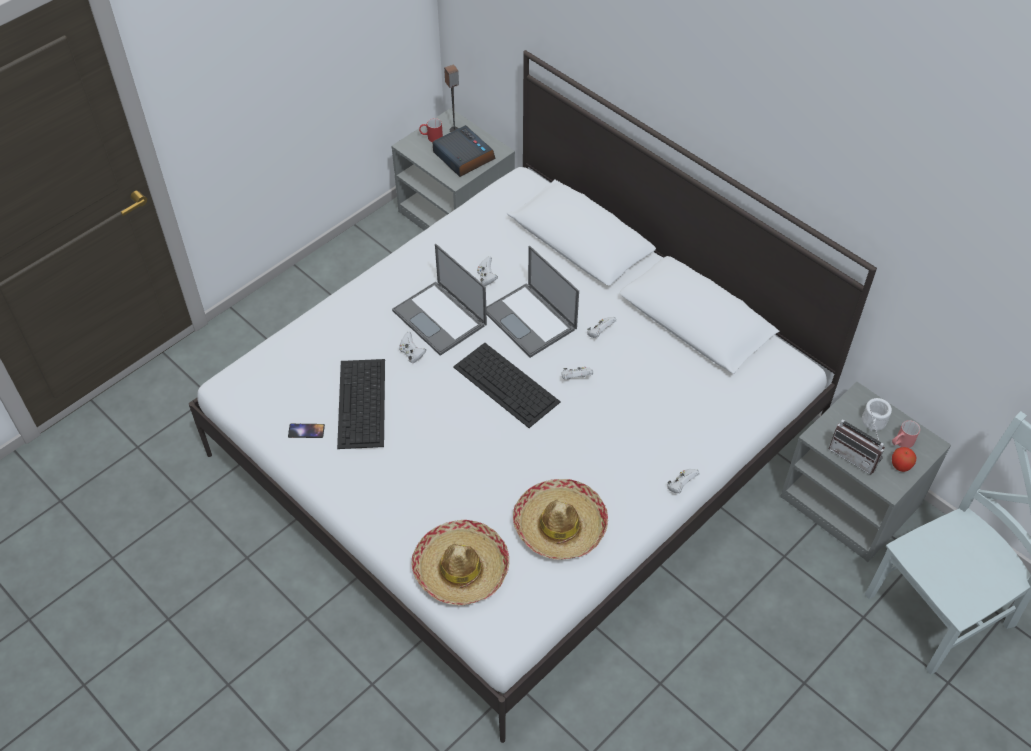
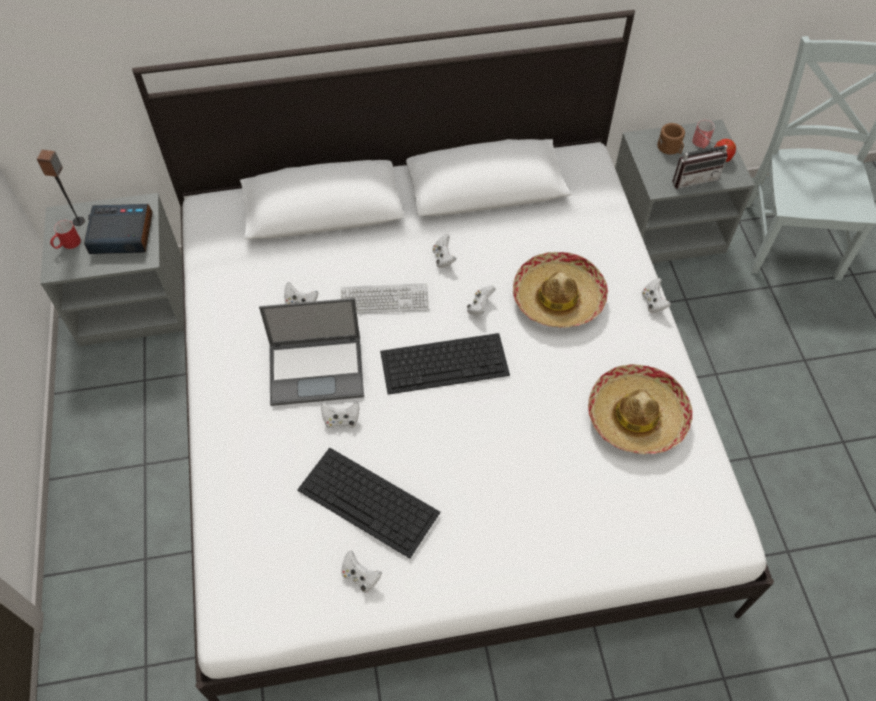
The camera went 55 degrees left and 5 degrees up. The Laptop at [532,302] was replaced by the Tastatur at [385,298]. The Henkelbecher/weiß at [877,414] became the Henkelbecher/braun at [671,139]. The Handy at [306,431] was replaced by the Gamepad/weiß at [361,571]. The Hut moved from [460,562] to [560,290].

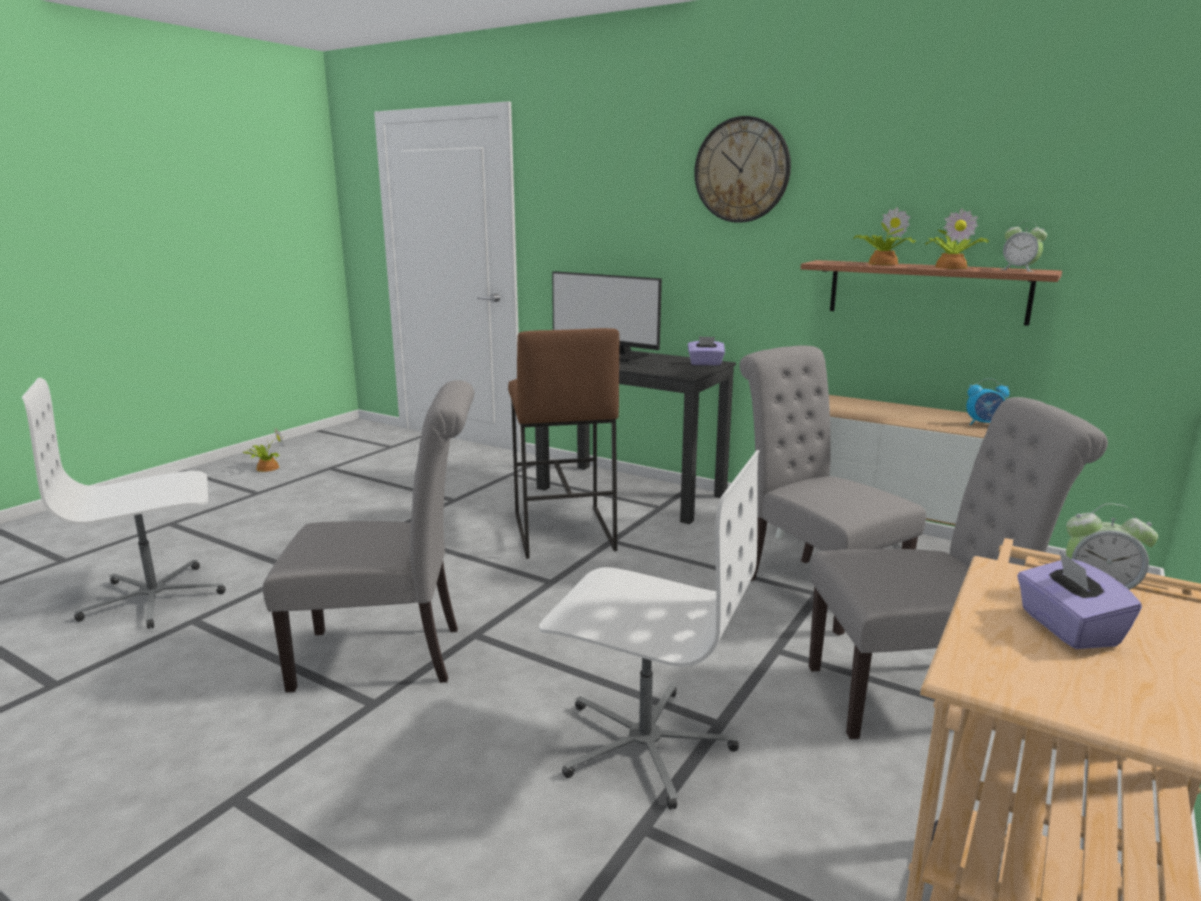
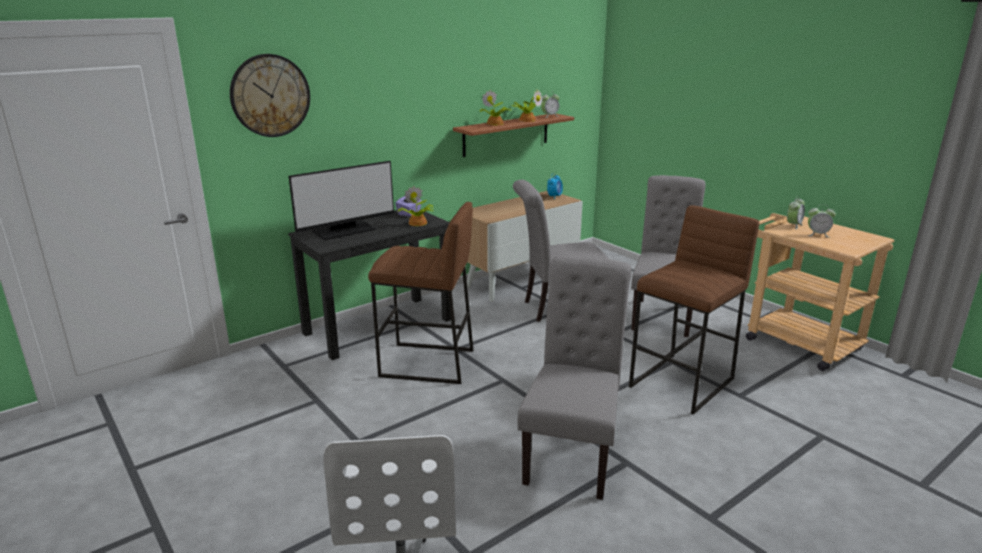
The camera went 70 degrees left and 5 degrees up. The Wanduhr moved from [742,169] to [270,95]. The Topfpflanze moved from [263,449] to [415,206]. The Bürostuhl/weiß at [649,630] was replaced by the Hocker/braun at [694,310]. The Taschentuchbox/lila at [1079,599] was replaced by the Wecker at [822,221].

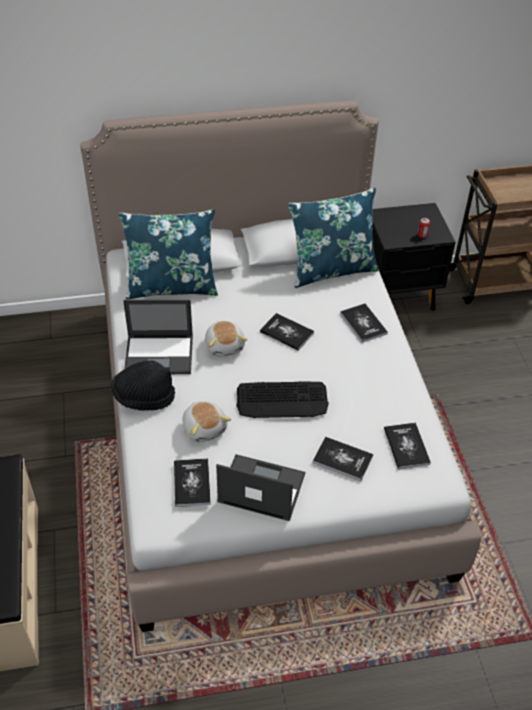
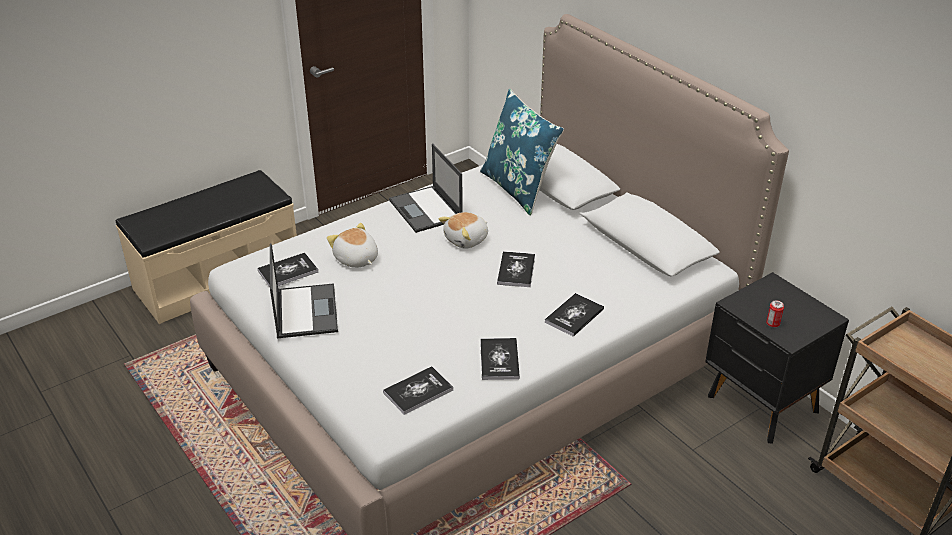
The camera went 65 degrees right and 10 degrees down. The Kissen/blau at [333,238] disappeared. The Hut/schwarz at [143,385] disappeared. The Tastatur at [282,399] disappeared. The Plüschtier at [207,421] turned 105 degrees clockwise. The Buch moved from [343,459] to [500,359].

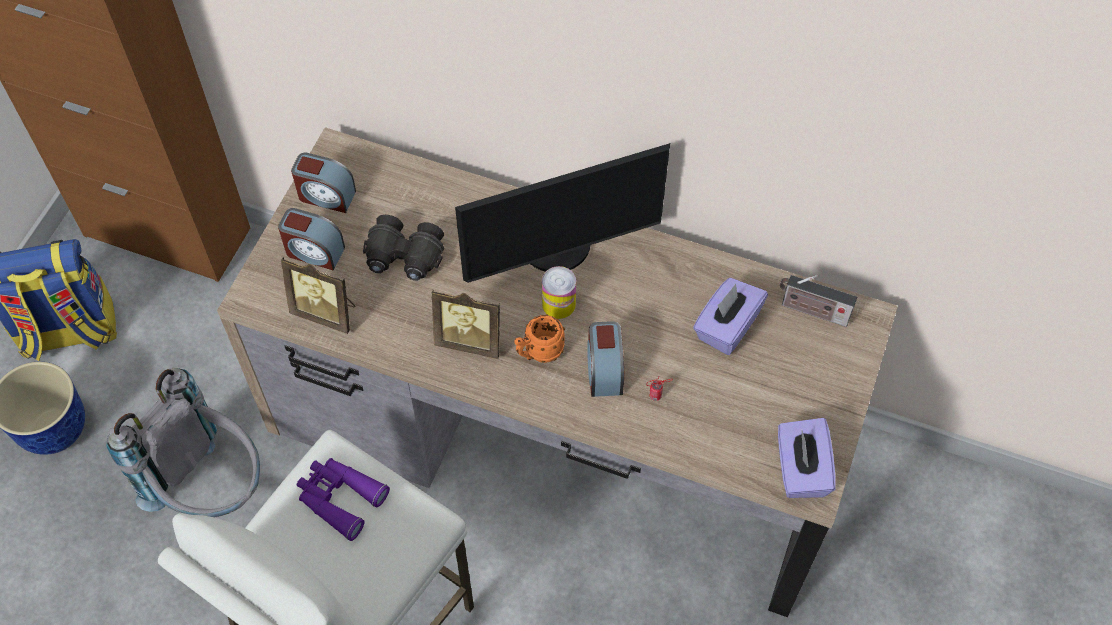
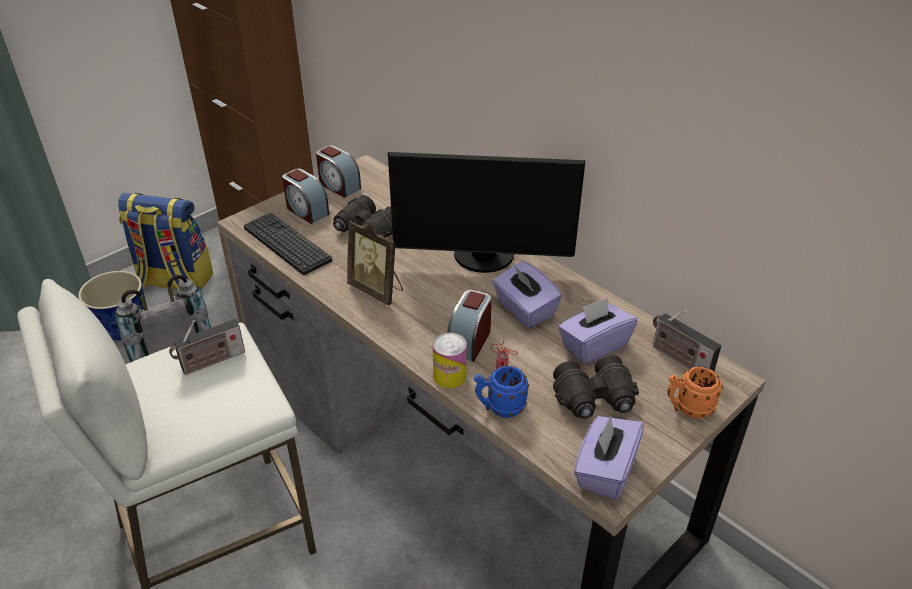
The camera went 25 degrees right and 20 degrees down. The Bilderrahmen at [318,295] was replaced by the Tastatur at [288,243]. The Dose moved from [559,292] to [450,360]. The Henkelbecher/orange moved from [539,339] to [695,393]. The Fernglas/lila at [343,499] was replaced by the Radio at [207,347]. The Taschentuchbox/lila at [527,294] appeared. The Fernglas/schwarz at [596,387] appeared. The Henkelbecher/blau at [501,392] appeared.

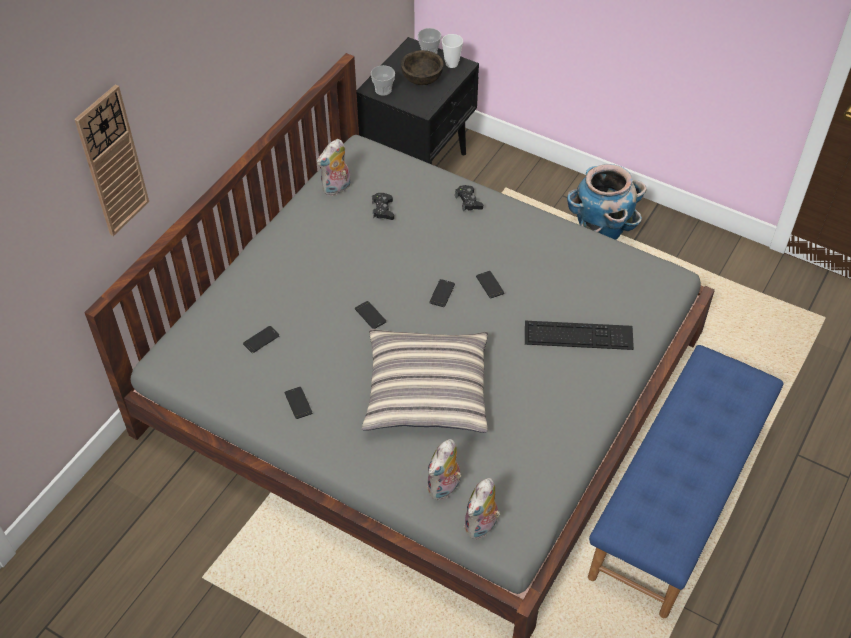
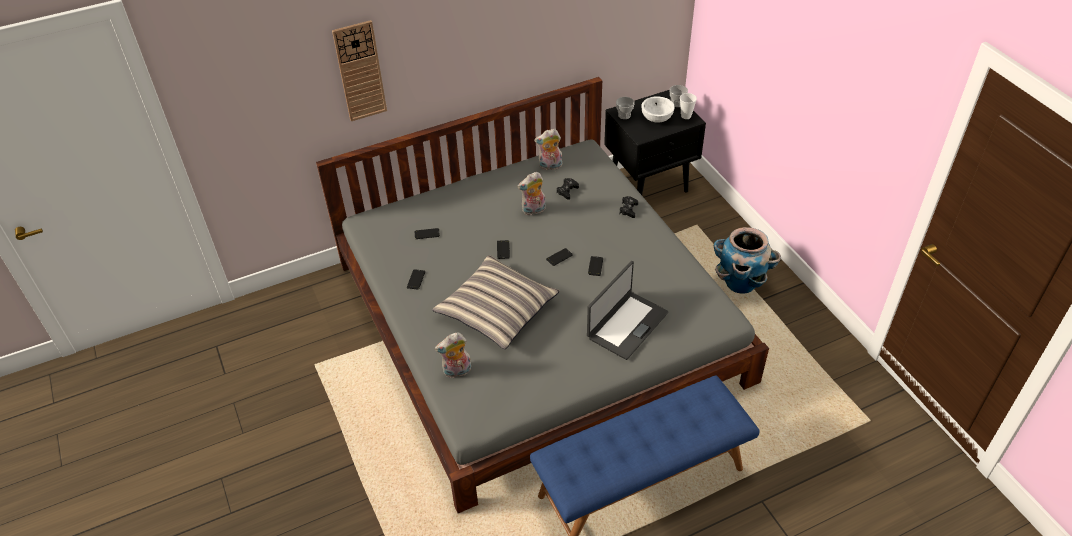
The camera went 35 degrees right and 5 degrees down. The Schüssel/braun at [422,67] became the Schüssel/weiß at [658,109]. The Tastatur at [579,335] was replaced by the Laptop at [627,310]. The Plüschtier moved from [482,508] to [531,193].

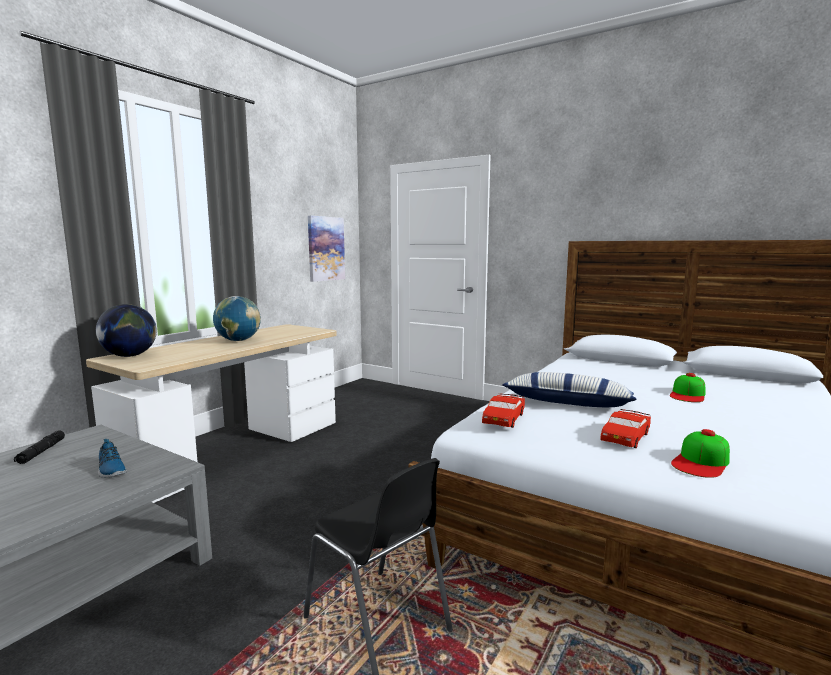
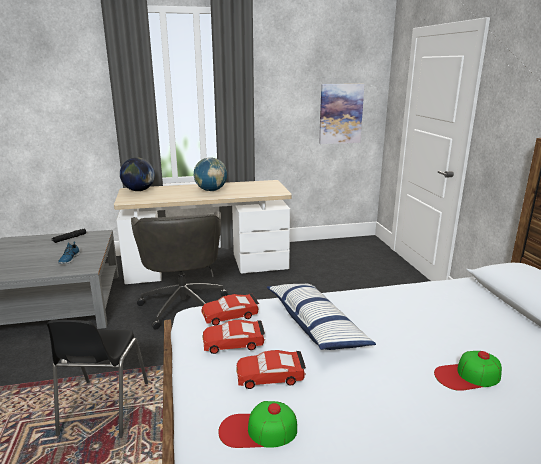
The camera went 45 degrees right and 10 degrees up. The Bürostuhl/grau at [179,270] appeared. The Spielzeugauto/rot at [234,337] appeared.

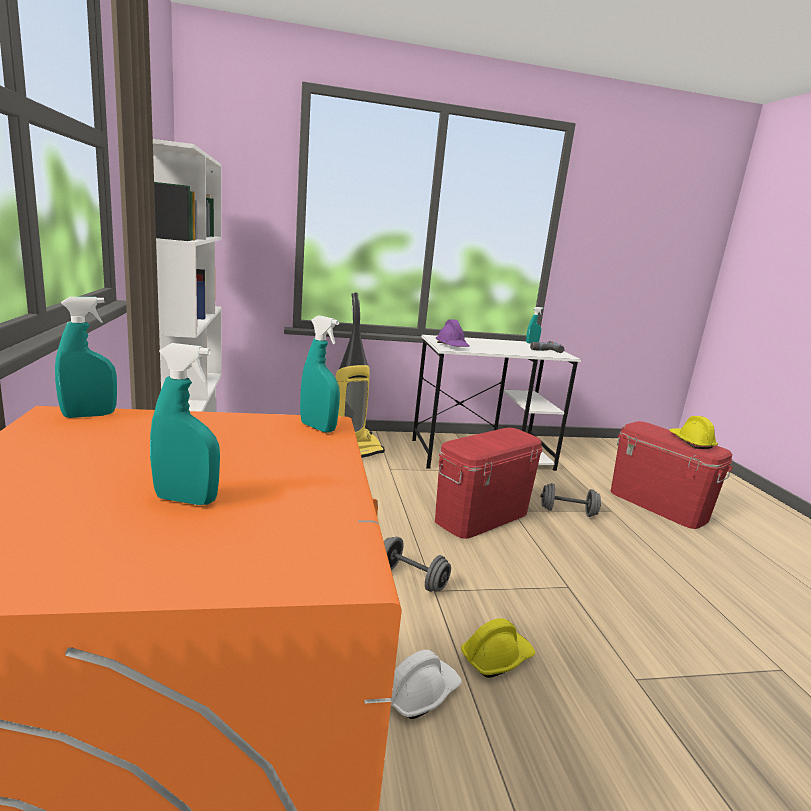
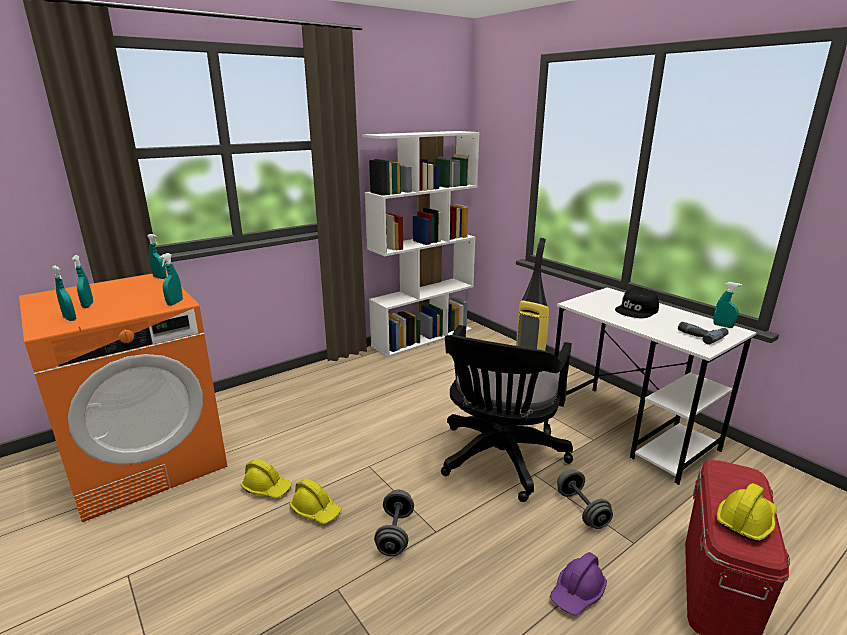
The camera went 65 degrees right and 5 degrees up. The Schutzhelm/lila moved from [452,333] to [578,583]. The Aufbewahrungsbox/rot at [489,483] was replaced by the Bürostuhl/schwarz at [507,413]. The Hantel/grau moved from [417,564] to [394,523]. The Schutzhelm/weiß at [426,684] became the Schutzhelm/gelb at [266,478]. The Sprühflasche/türkis at [64,293] appeared. The Kappe/schwarz at [637,303] appeared.

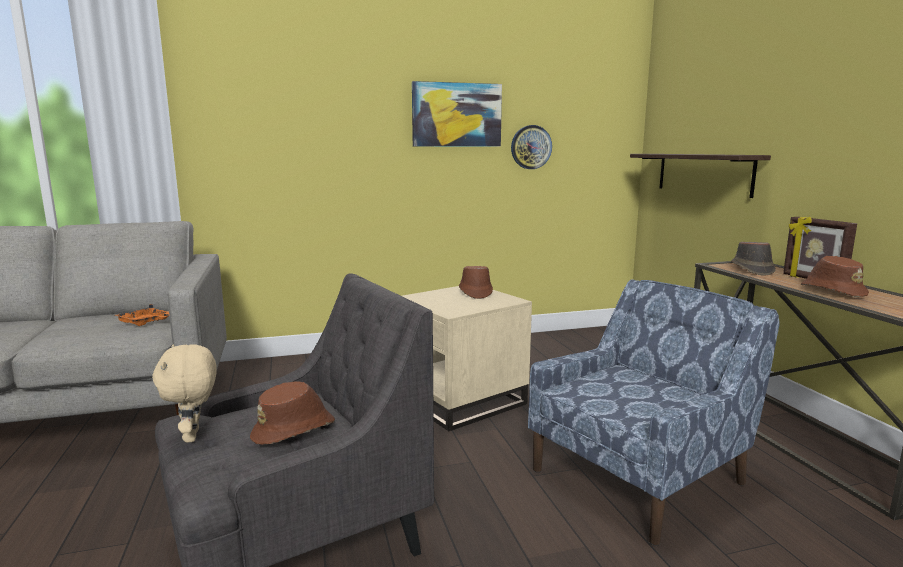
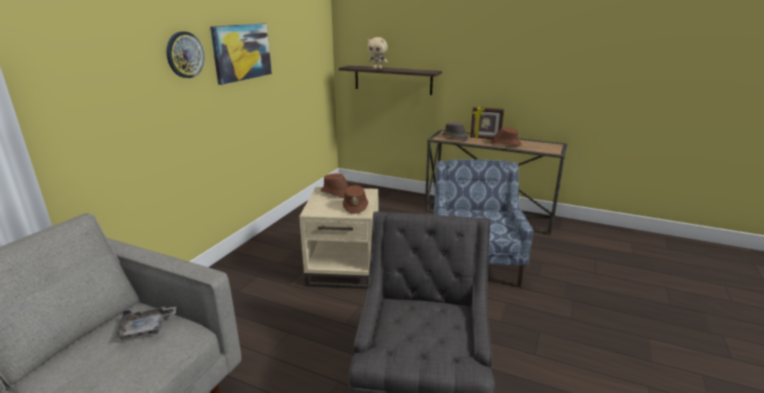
The camera went 50 degrees left and 10 degrees up. The Wanduhr moved from [531,147] to [185,54]. The Tablett/orange at [141,315] became the Tablett/grau at [146,323]. The Plüschtier/beige moved from [184,393] to [378,53]. The Hut/braun moved from [292,413] to [355,199].

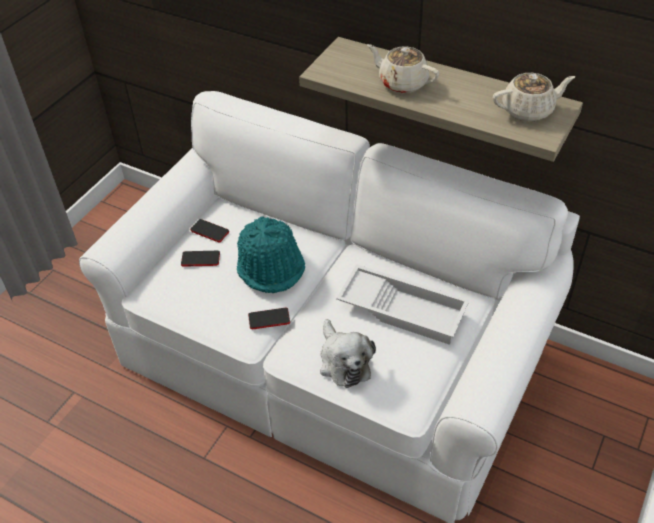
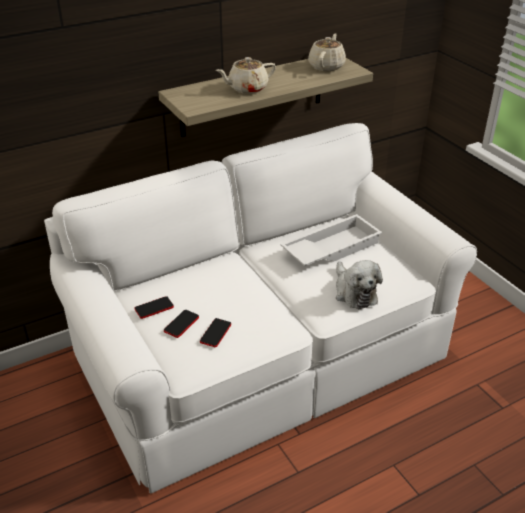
The camera went 60 degrees left and 10 degrees down. The Hut/türkis at [271,254] disappeared. The Handy moved from [269,318] to [215,332]. The Plüschtier at [348,353] turned 60 degrees clockwise.

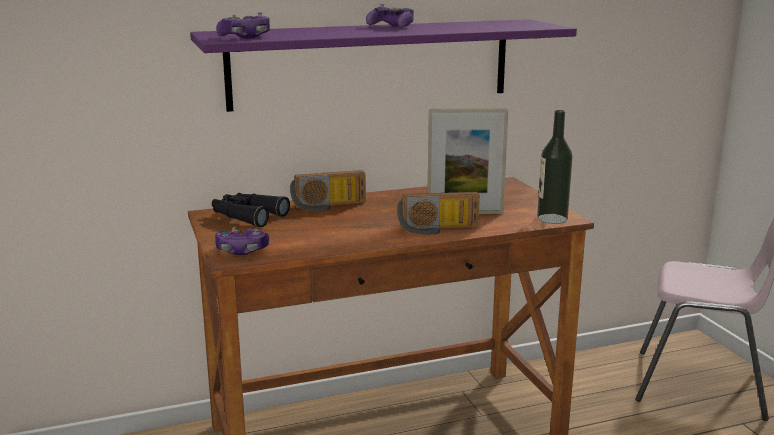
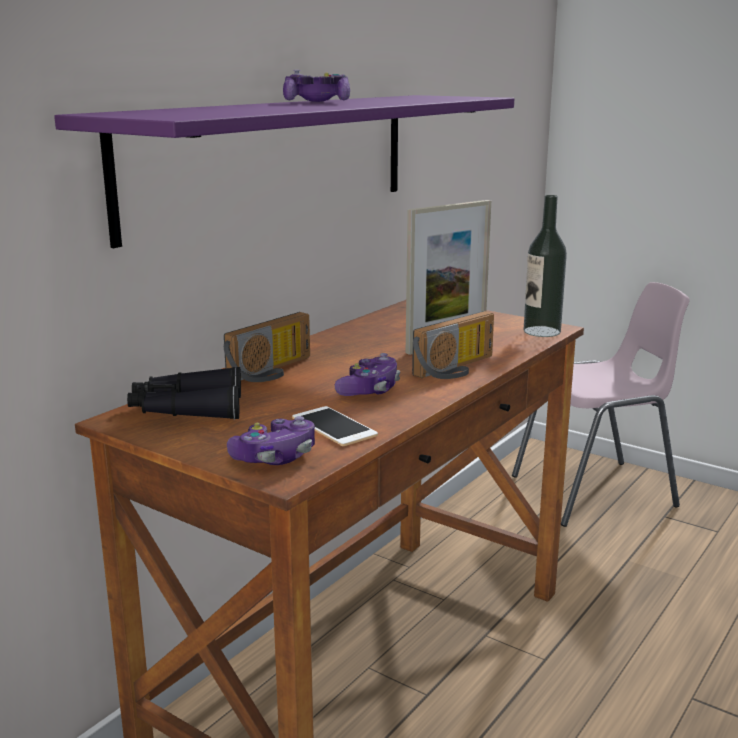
The camera went 35 degrees left and 0 degrees up. The Gamepad moved from [243,25] to [367,374]. The Handy at [335,426] appeared.

